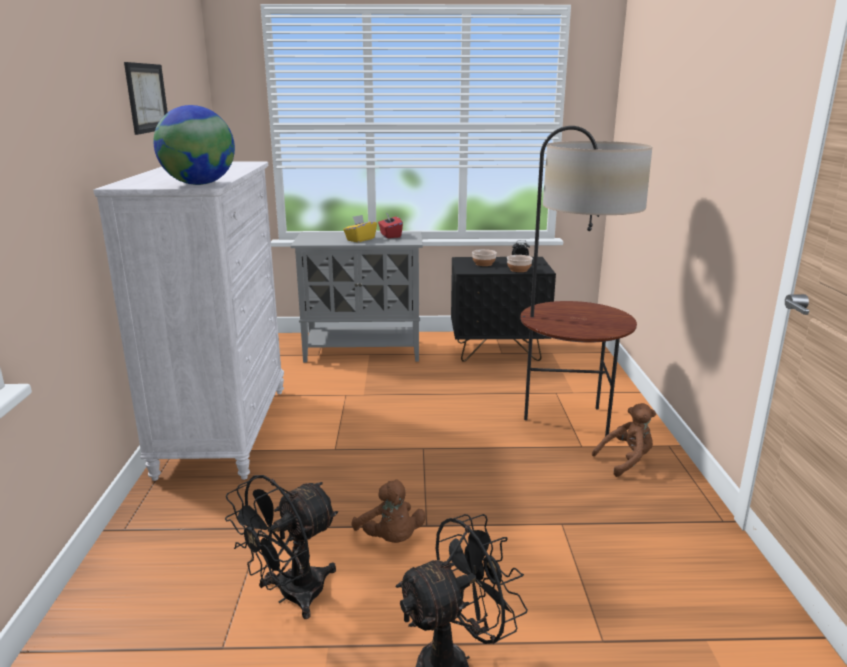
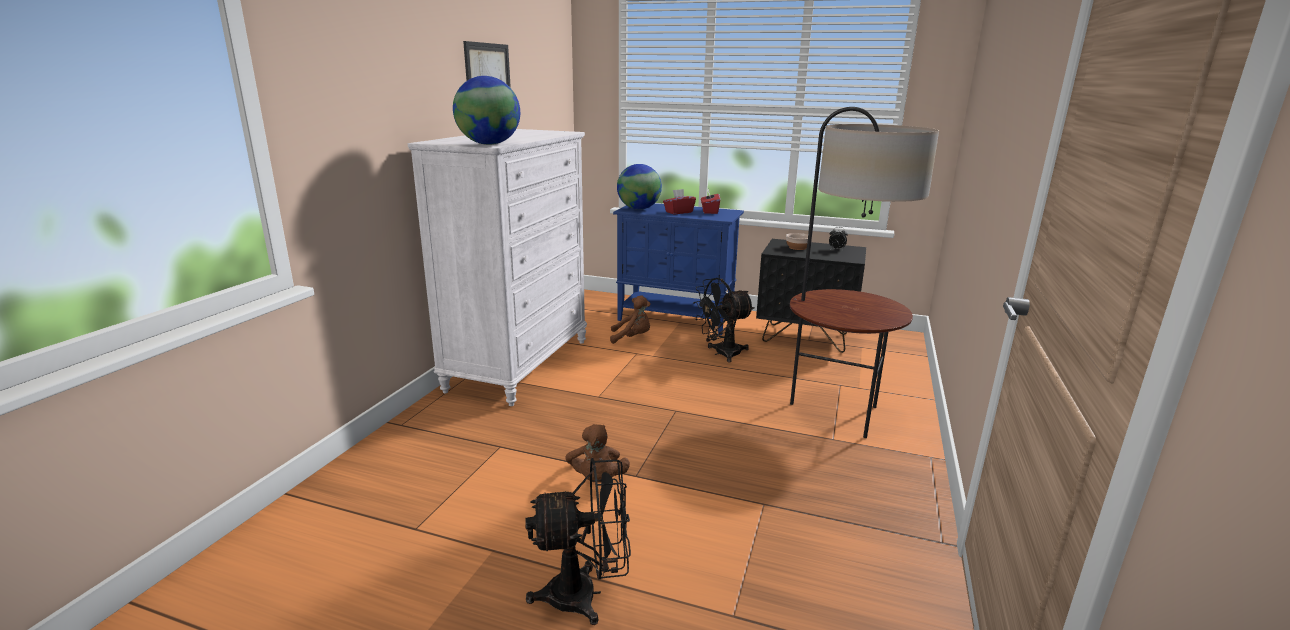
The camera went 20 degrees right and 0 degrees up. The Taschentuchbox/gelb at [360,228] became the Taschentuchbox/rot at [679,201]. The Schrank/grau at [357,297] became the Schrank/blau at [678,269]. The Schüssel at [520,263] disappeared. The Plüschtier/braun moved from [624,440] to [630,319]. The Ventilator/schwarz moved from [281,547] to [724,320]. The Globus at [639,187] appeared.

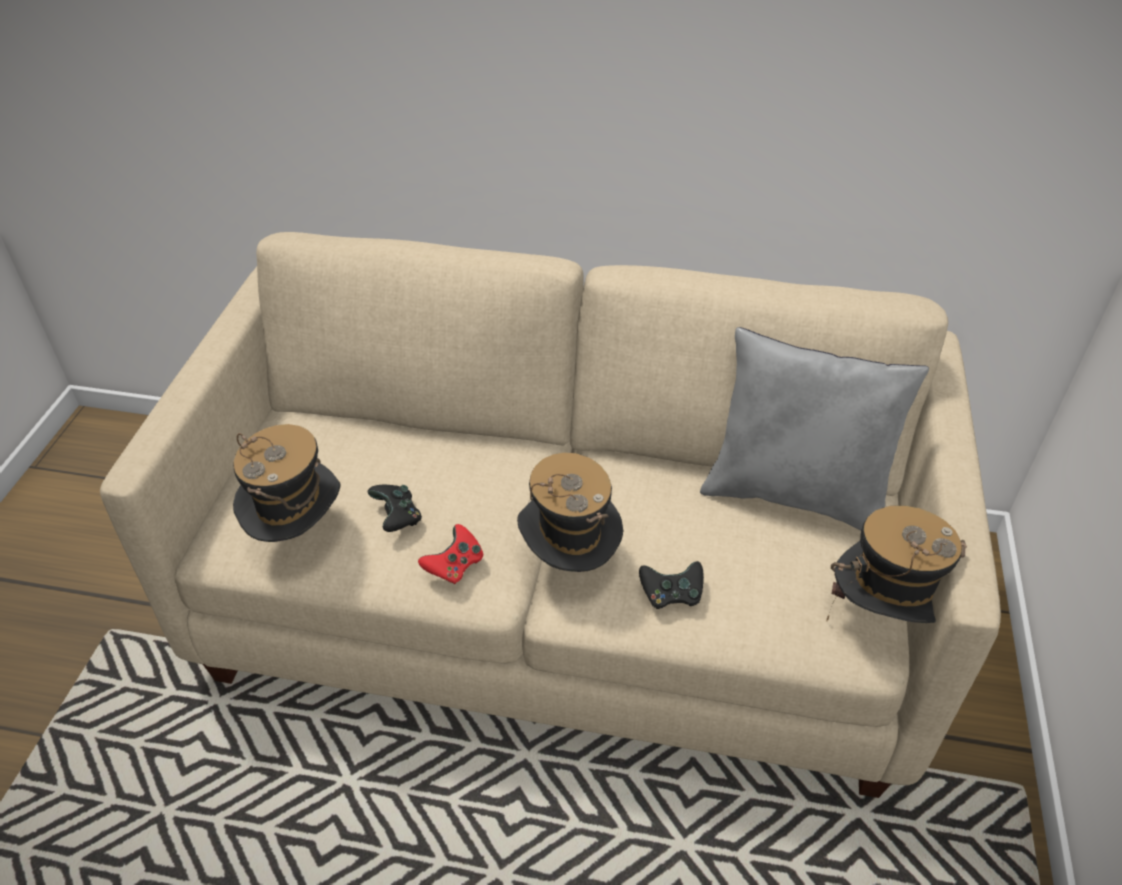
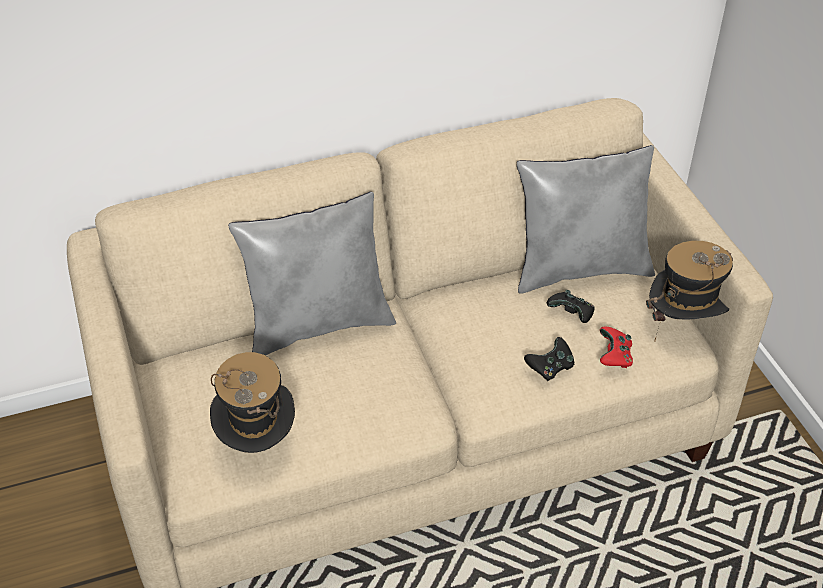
The camera went 30 degrees left and 0 degrees up. The Hut at [570,512] disappeared. The Gamepad/schwarz moved from [395,508] to [571,306]. The Gamepad/rot moved from [450,554] to [616,347]. The Kissen/grau at [312,274] appeared.

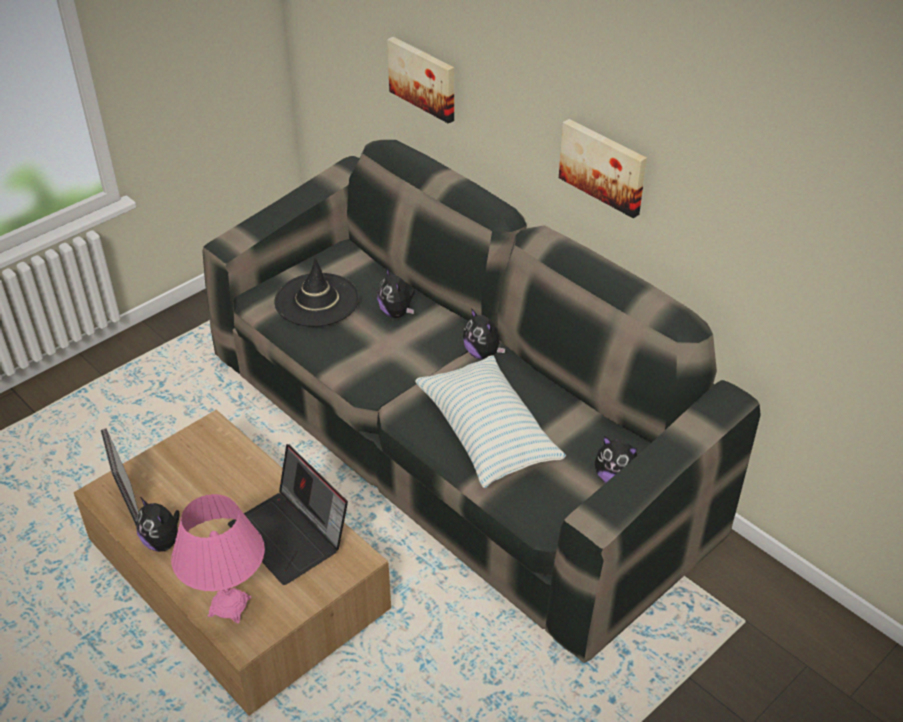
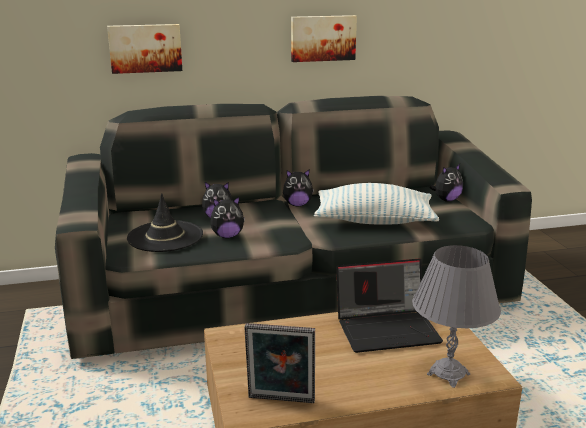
The camera went 60 degrees left and 20 degrees down. The Tischlampe/rosa at [218,558] became the Tischlampe/grau at [456,316]. The Plüschtier moved from [158,524] to [227,217].

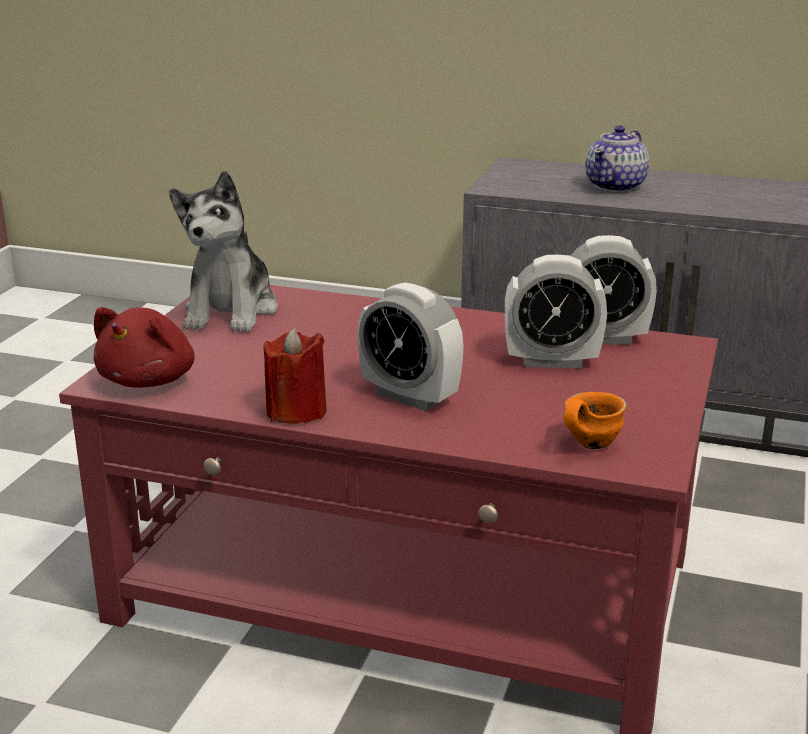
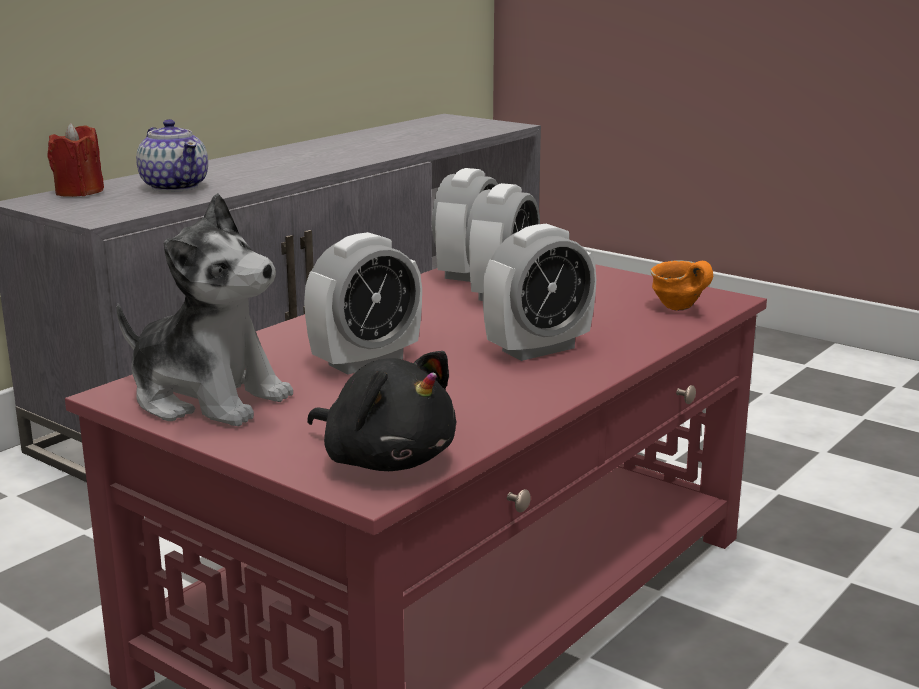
The camera went 70 degrees left and 5 degrees down. The Plüschtier/rot at [144,347] became the Plüschtier/schwarz at [381,411]. The Kerze/rot moved from [295,376] to [76,160]. The Wecker at [363,303] appeared.

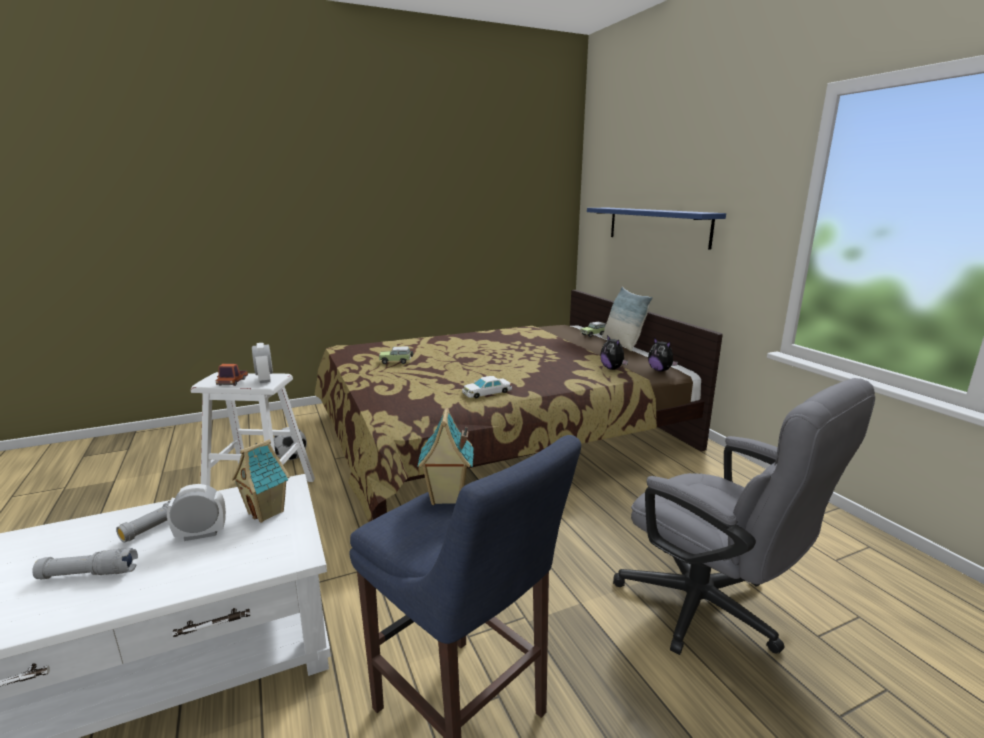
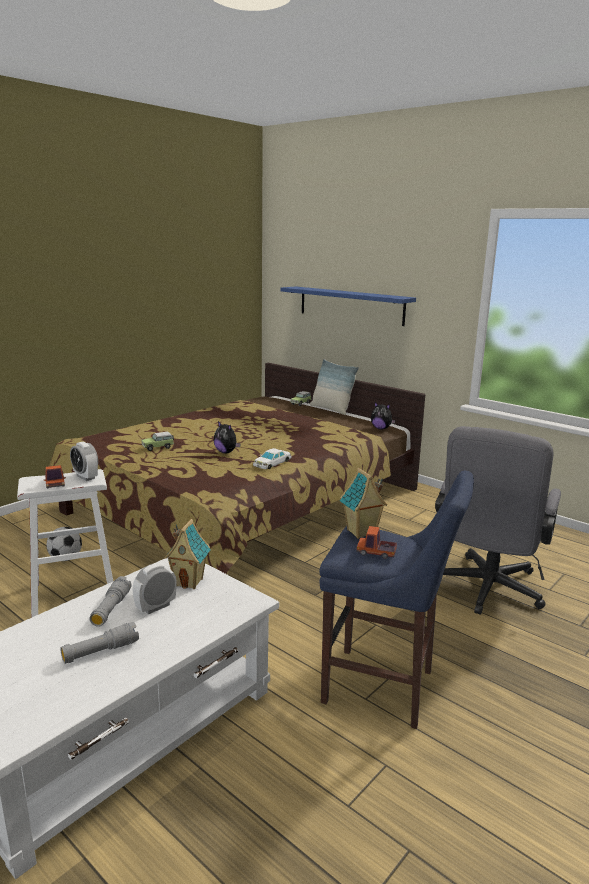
The camera went 25 degrees left and 0 degrees up. The Plüschtier moved from [614,352] to [227,437]. The Bürostuhl/grau at [744,516] turned 90 degrees clockwise. The Spielzeuglaster at [377,542] appeared.

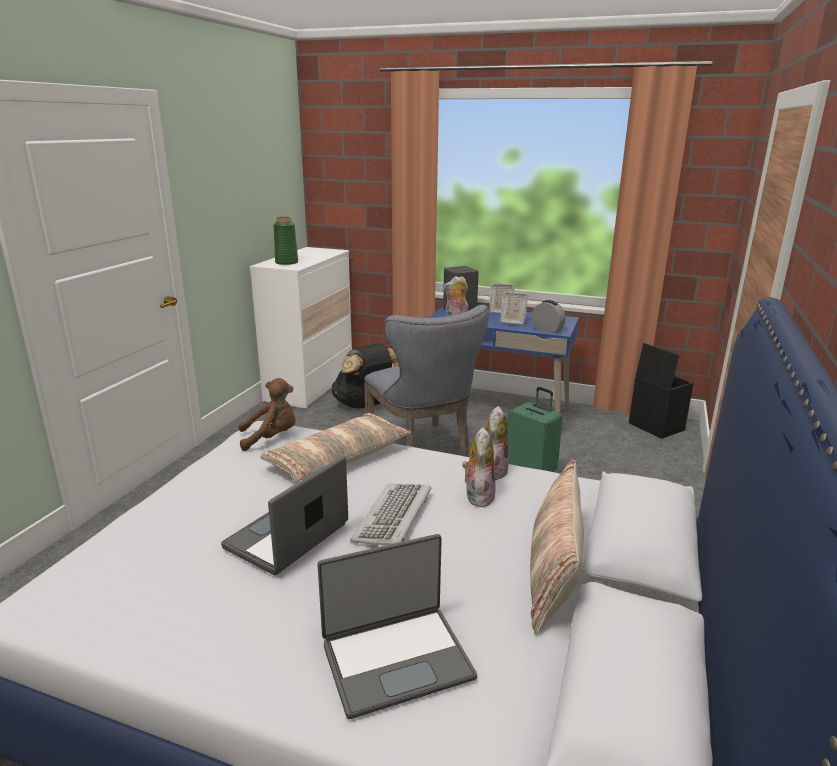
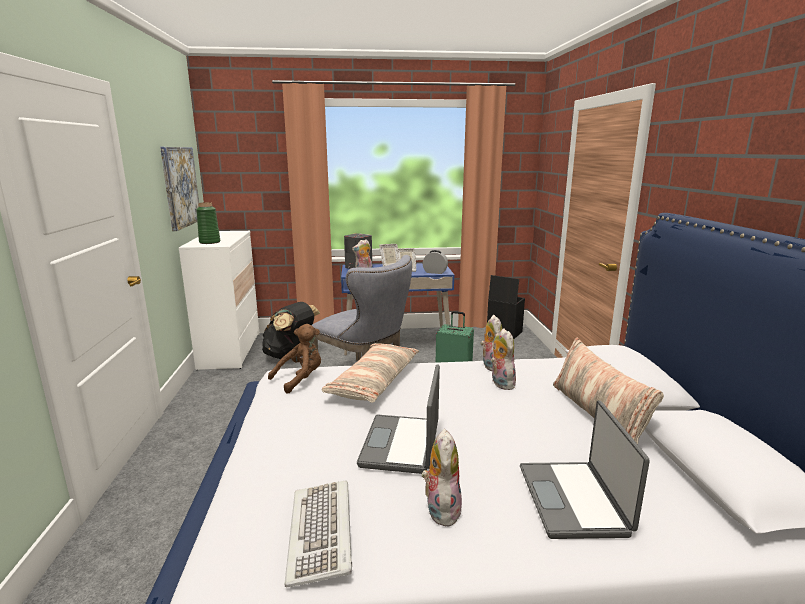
The camera went 25 degrees left and 5 degrees down. The Tastatur moved from [391,515] to [318,534]. The Laptop at [397,626] turned 135 degrees clockwise. The Bild at [179,189] appeared. The Plüschtier at [442,478] appeared.

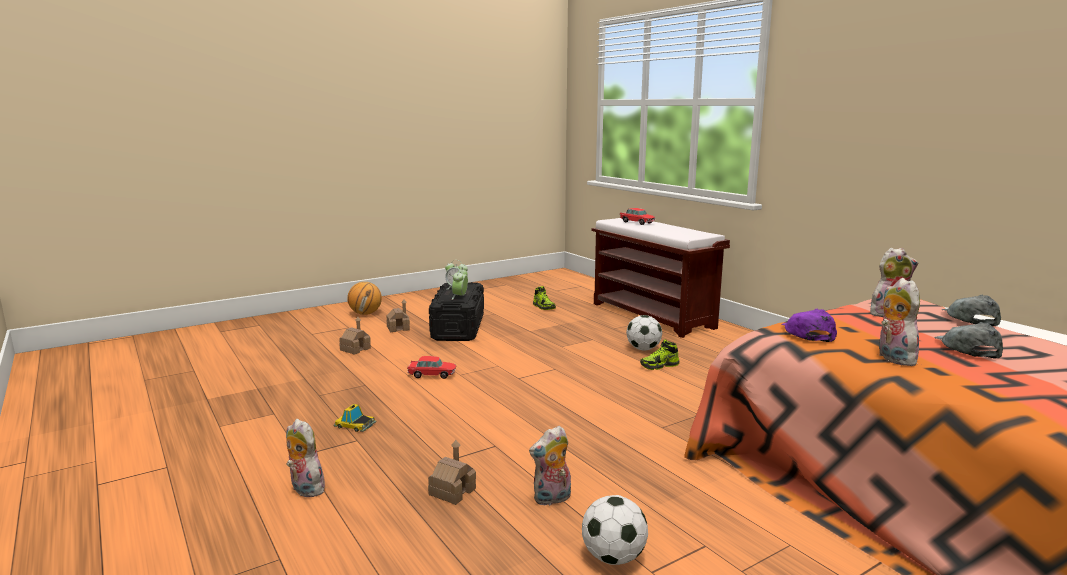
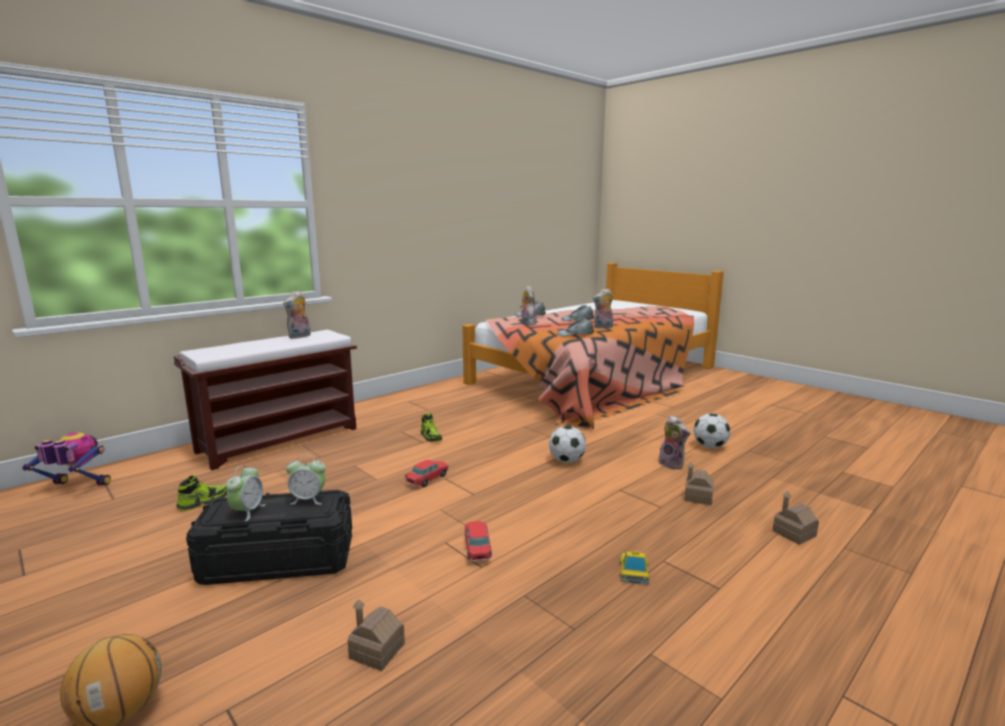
The camera went 100 degrees left and 0 degrees up. The Spielzeugauto moved from [637,216] to [427,473]. The Spielzeughaus moved from [398,315] to [795,518]. The Kappe/lila at [809,325] became the Kappe/grau at [575,327]. The Fußball moved from [644,332] to [567,444]. The Plüschtier moved from [305,458] to [297,314]. The Spielzeugroboter at [66,458] appeared.

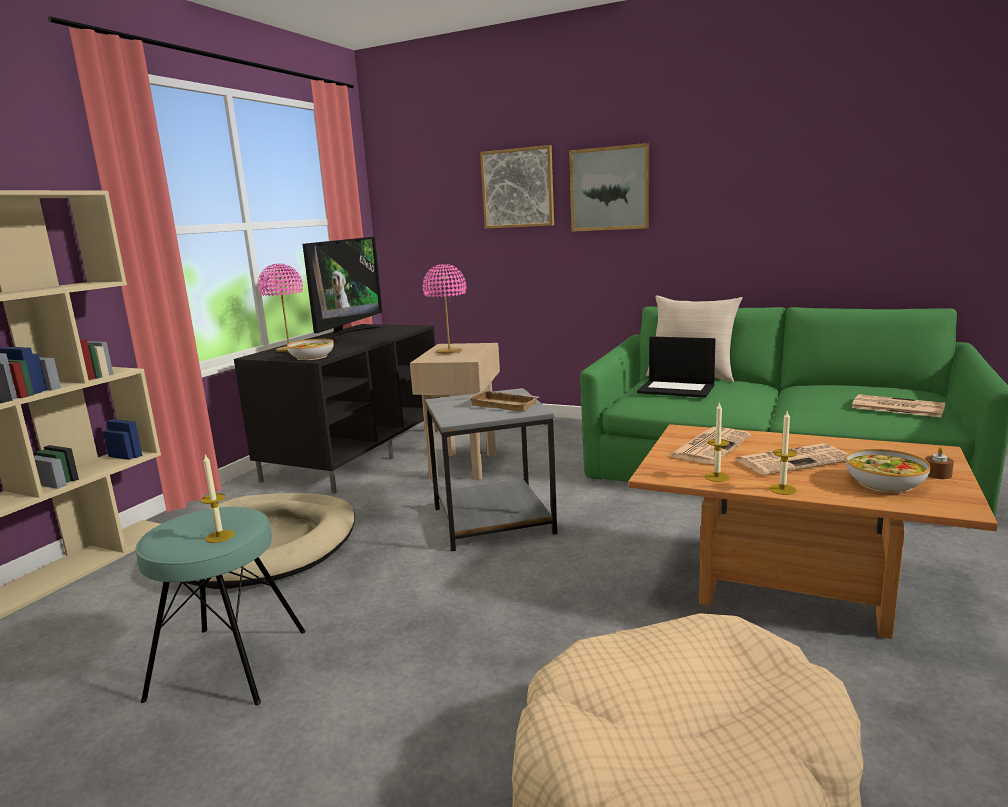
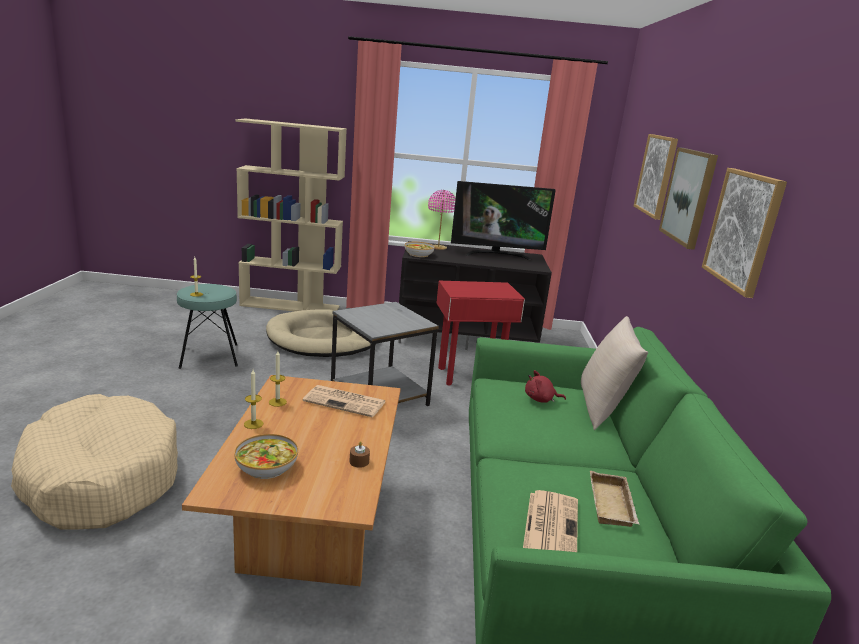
The camera went 65 degrees right and 5 degrees up. The Tischlampe/rosa at [444,309] disappeared. The Laptop at [676,367] was replaced by the Plüschtier/rot at [545,386]. The Beistelltisch/beige at [455,411] became the Beistelltisch/rot at [480,333]. The Tablett/beige moved from [503,401] to [614,499]. The Zeitung at [791,459] disappeared. The Kerze/braun moved from [939,463] to [359,454]. The Bild at [744,233] appeared.

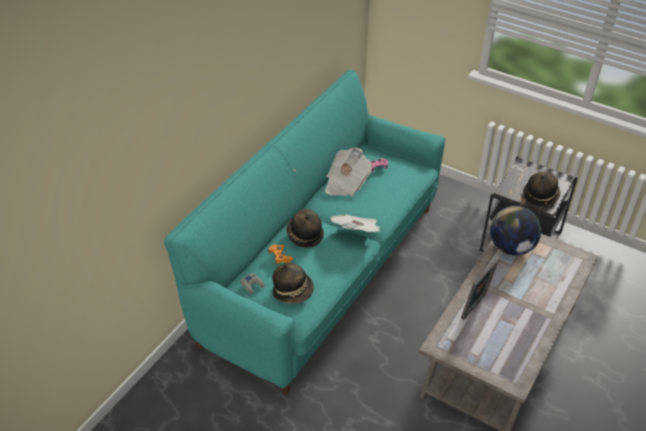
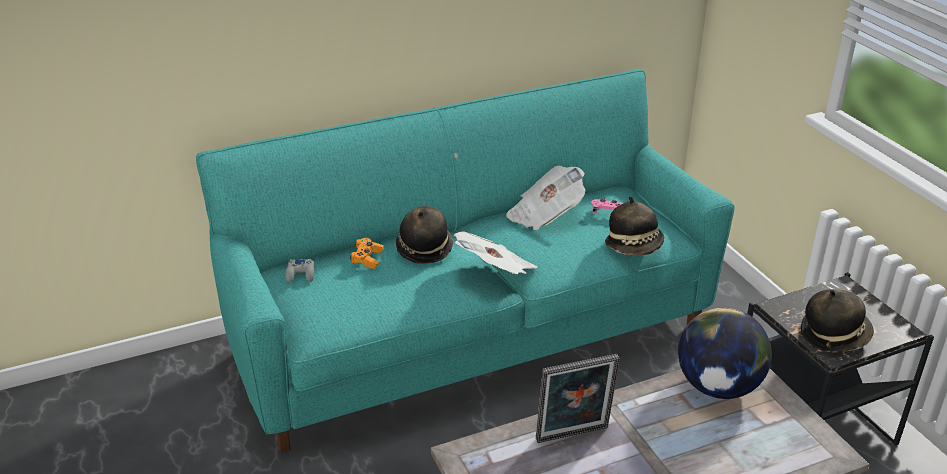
The camera went 35 degrees right and 10 degrees down. The Hut moved from [293,283] to [634,225].

